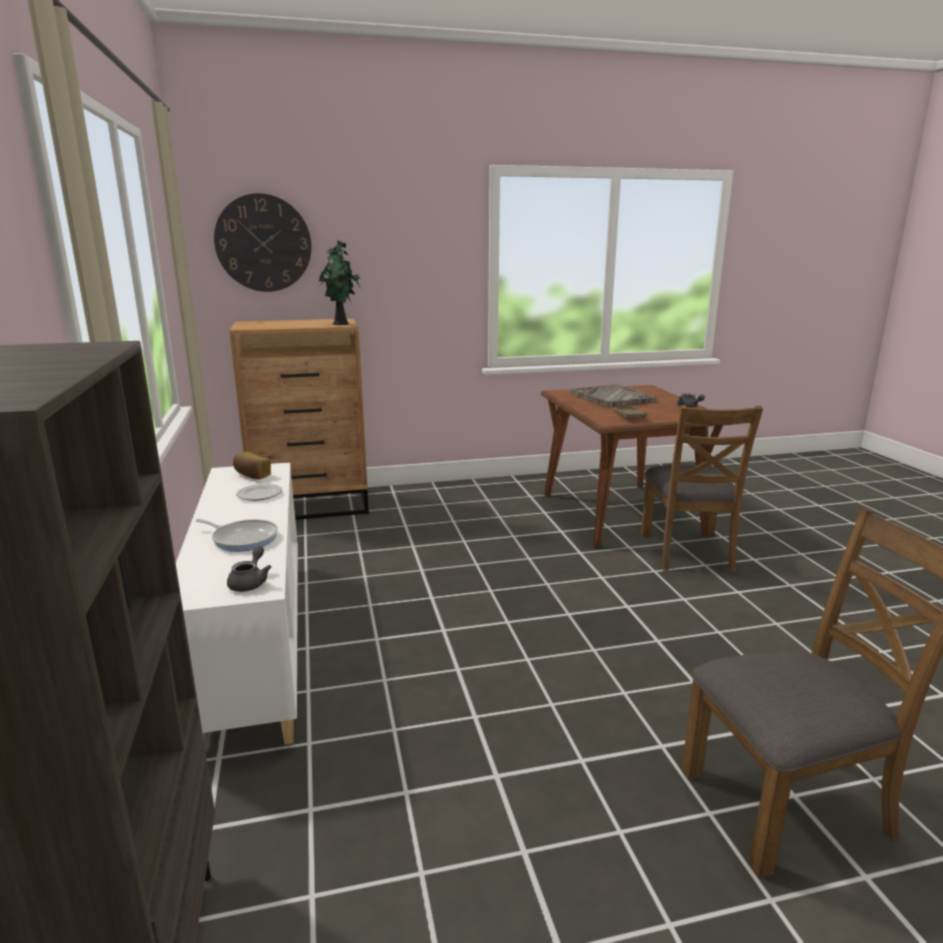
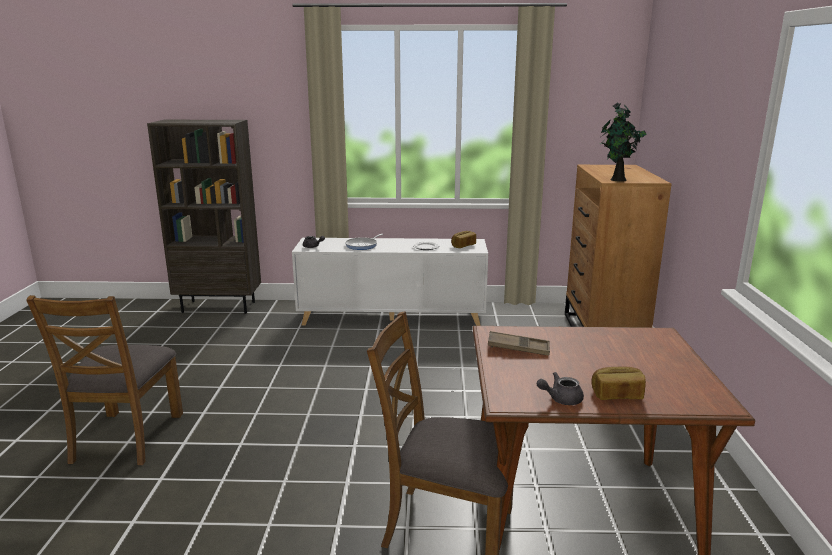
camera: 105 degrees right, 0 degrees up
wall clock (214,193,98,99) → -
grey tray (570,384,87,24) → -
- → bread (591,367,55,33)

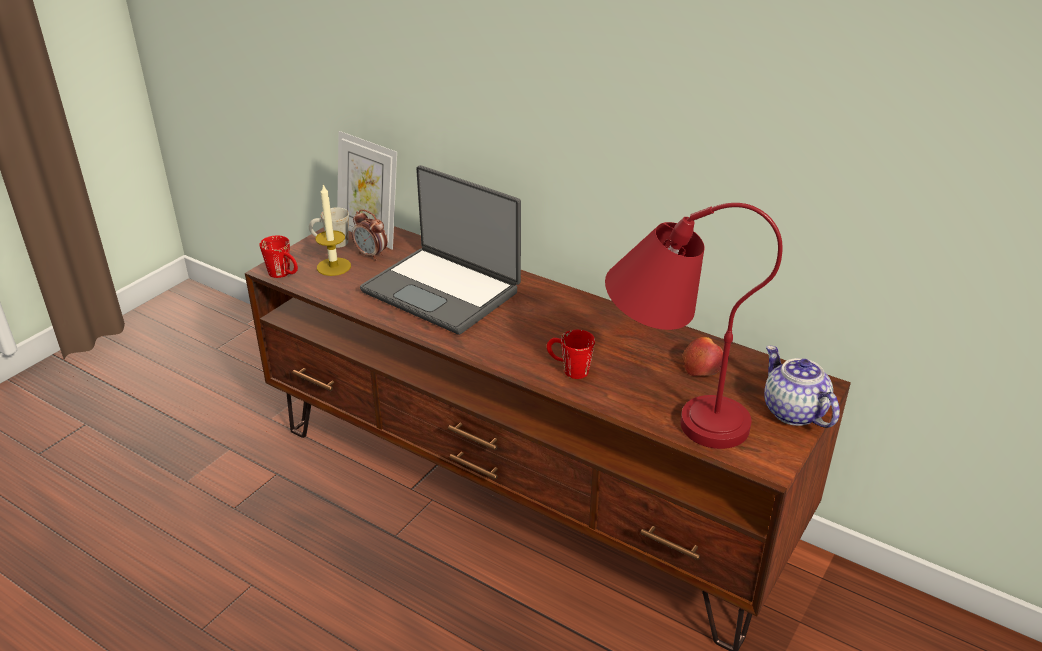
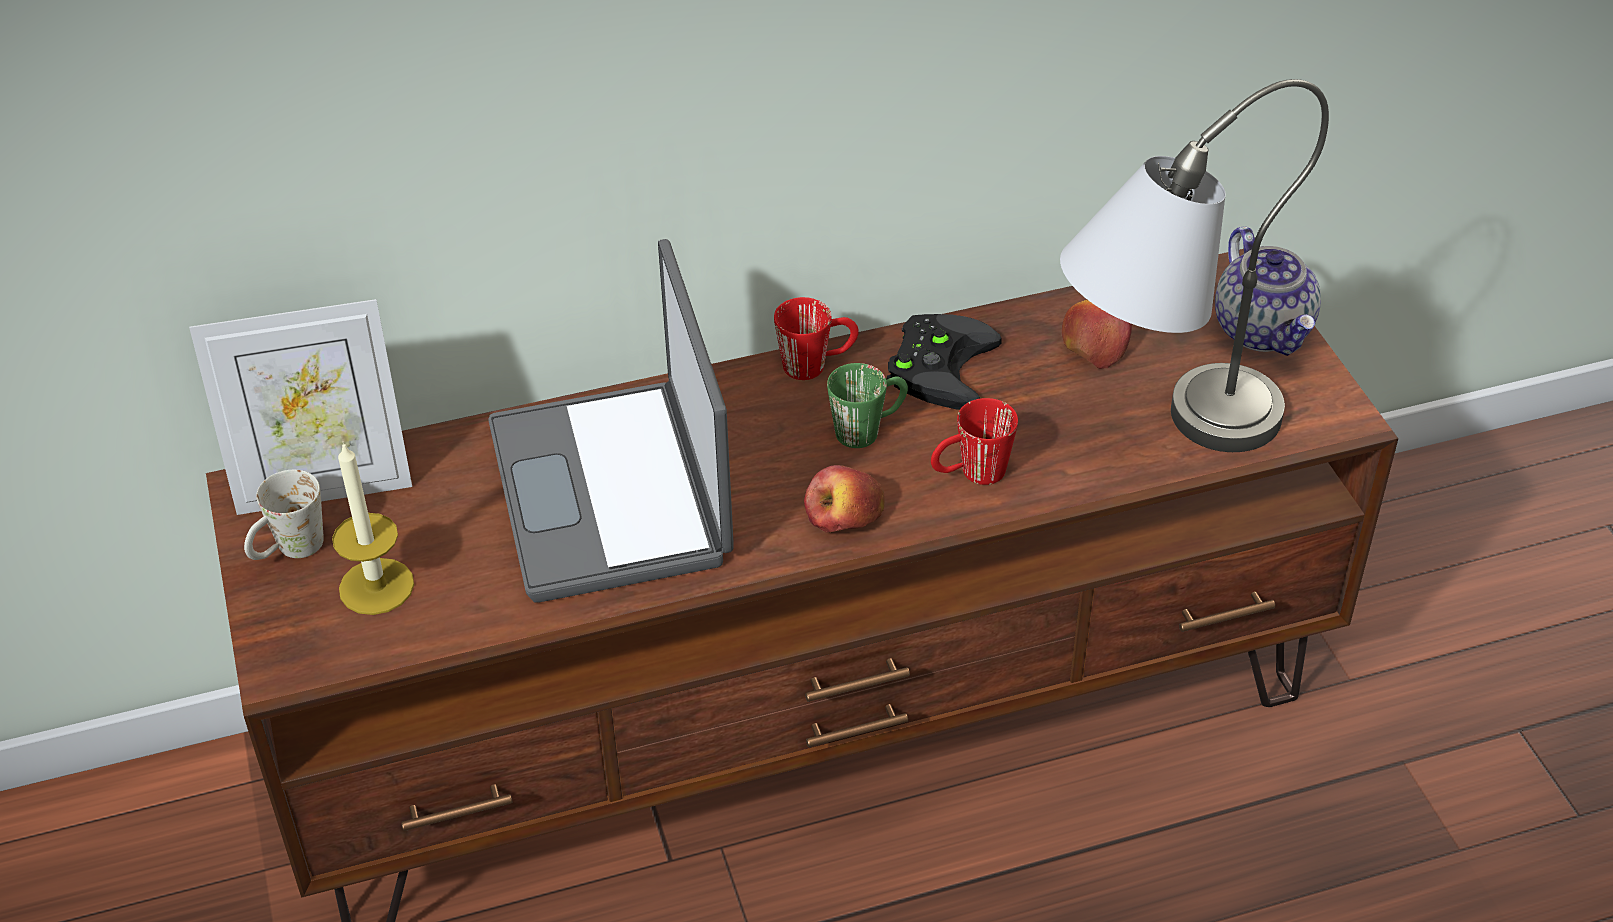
camera: 50 degrees left, 10 degrees up
laptop (360,165,161,170) → laptop (488,239,246,364), 90 degrees clockwise
red table lamp (605,203,178,246) → grey table lamp (1060,79,269,373)
alarm clock (352,209,35,51) → -
red mug (259,236,39,42) → red mug (774,297,85,83), move
teapot (764,345,76,83) → teapot (1215,226,106,130), 120 degrees counterclockwise
- → black game controller (886,314,115,96)
- → green mug (827,363,81,85)
- → apple (804,465,80,68)

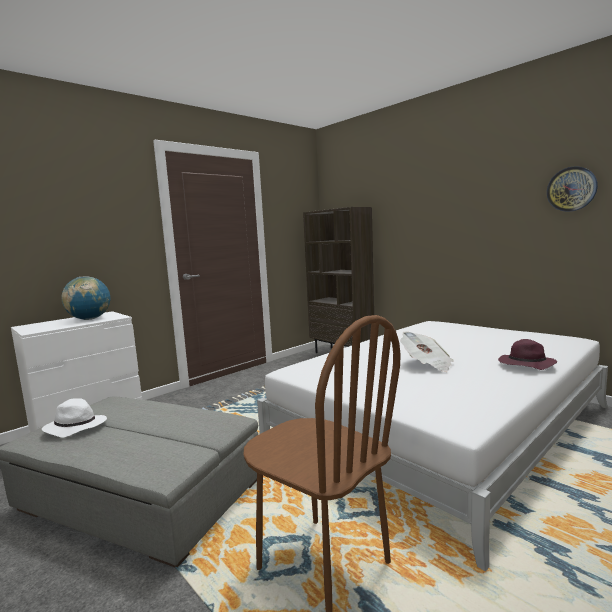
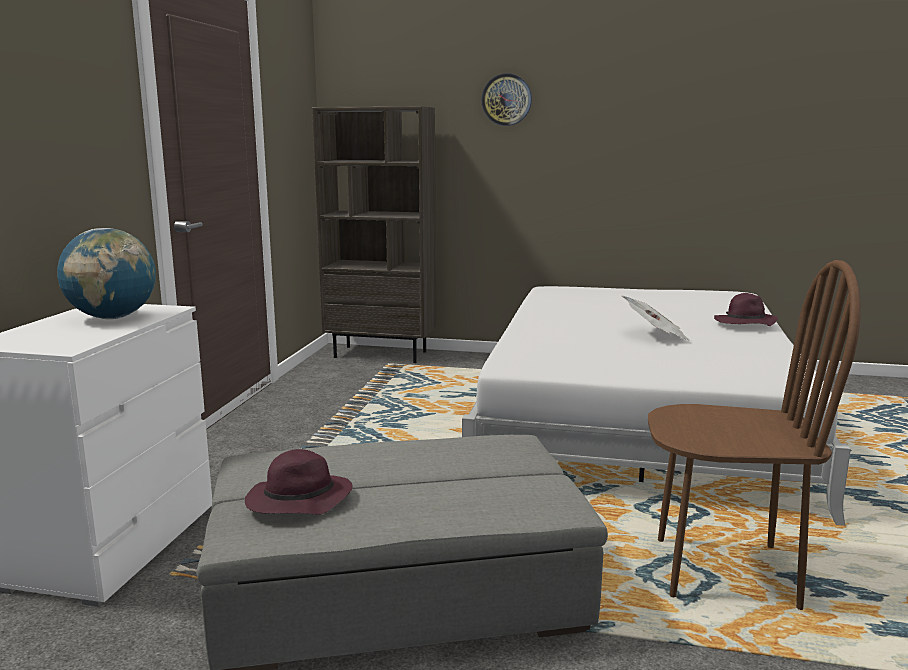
camera: 35 degrees left, 5 degrees up
wall clock (547,166,51,46) → wall clock (482,73,50,53), move
white hat (42,398,65,39) → purple hat (245,449,107,66)

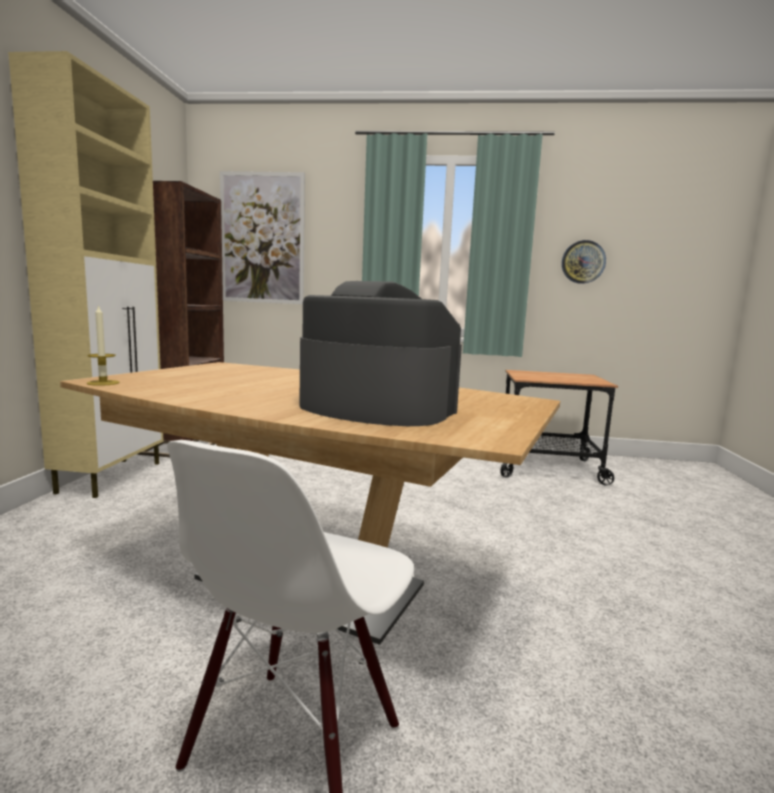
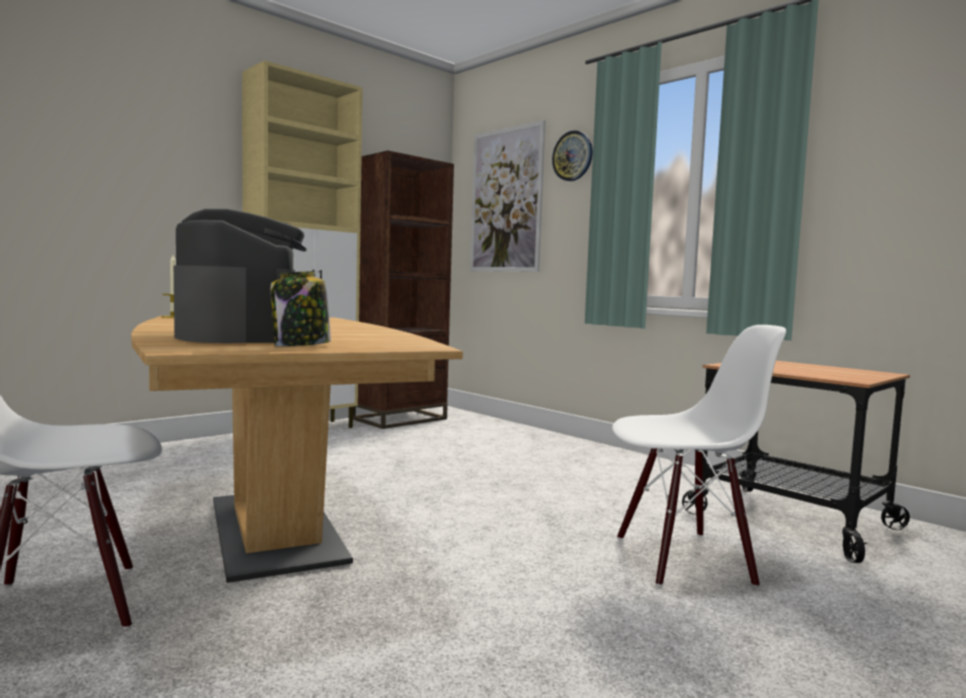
camera: 40 degrees right, 5 degrees down
wall clock (562,240,44,44) → wall clock (552,130,41,51), move
- → jar (270,272,61,75)
- → white chair (612,325,174,263)

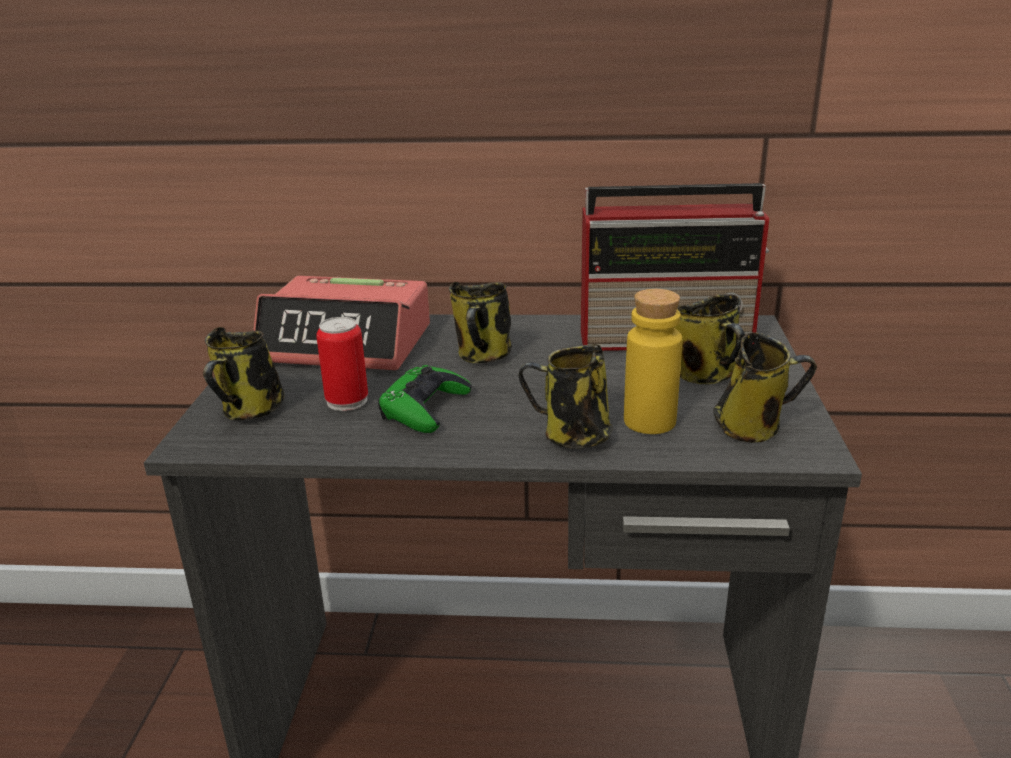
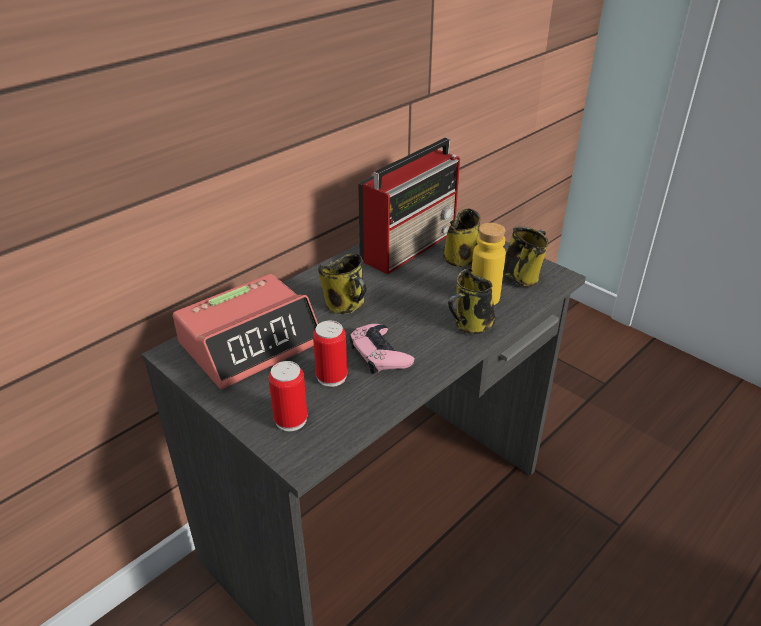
camera: 50 degrees left, 10 degrees up
mug (203,327,81,93) → can (268,361,39,70)
green game controller (378,365,94,68) → pink game controller (349,324,65,50)

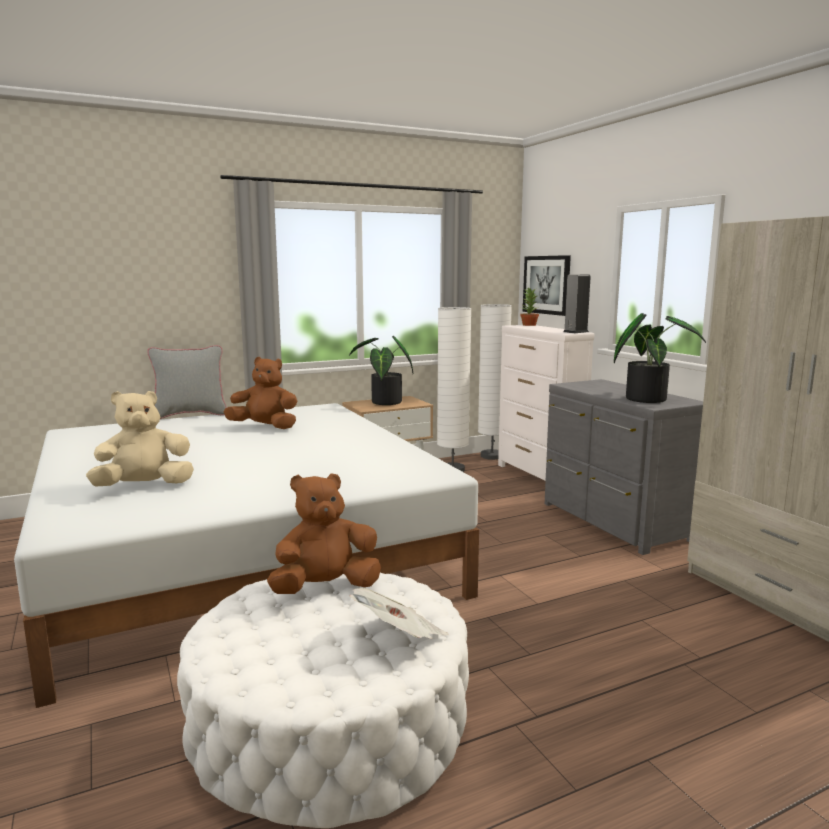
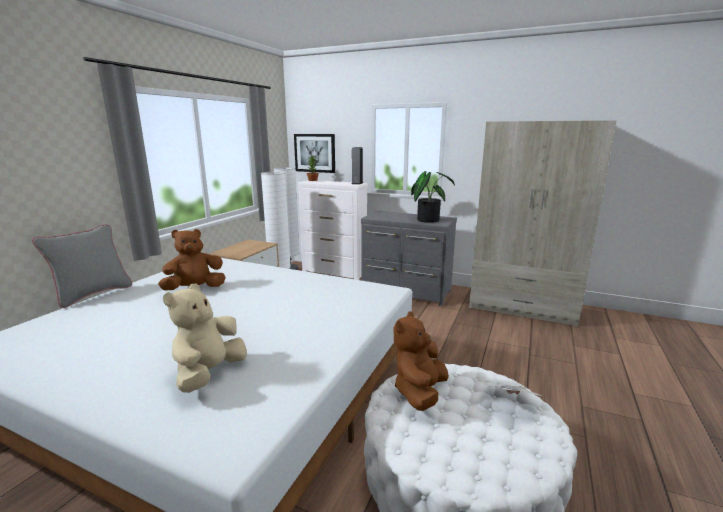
camera: 40 degrees left, 5 degrees up
potted plant (349,336,64,69) → -

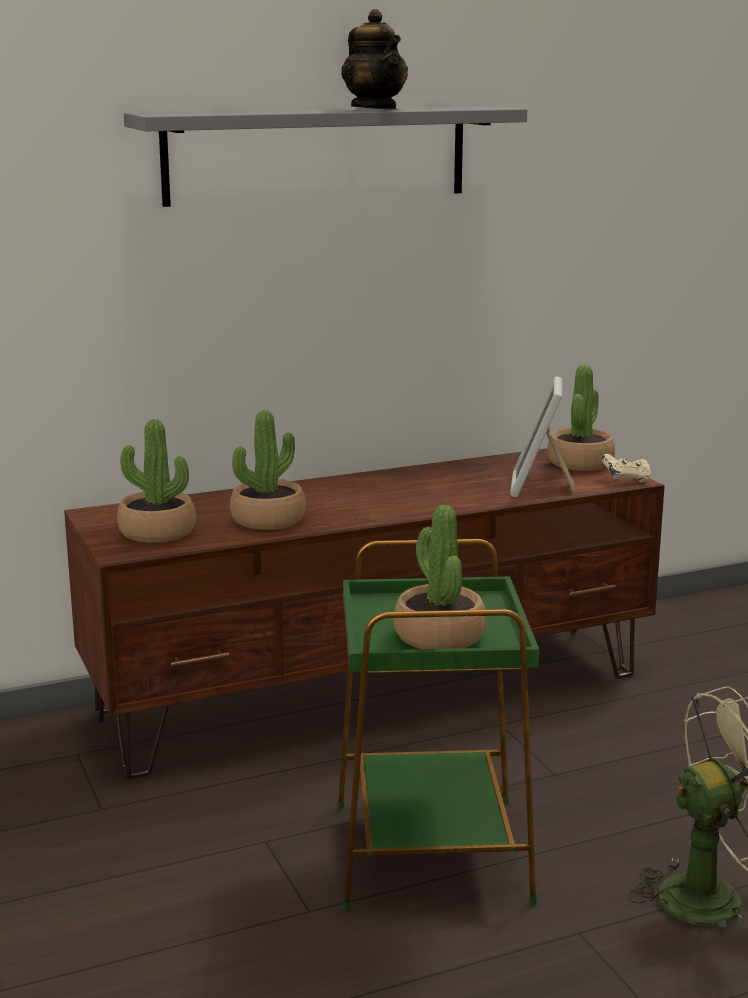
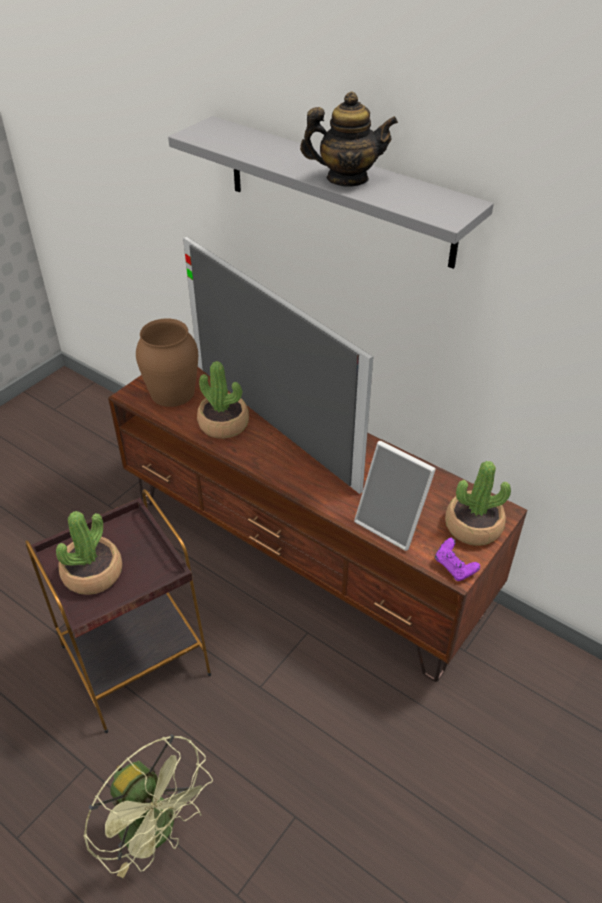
camera: 60 degrees right, 25 degrees up
teapot (341,9,67,101) → teapot (300,92,98,95), 120 degrees counterclockwise
picture frame (510,376,64,121) → picture frame (354,441,82,110), 120 degrees counterclockwise
potted plant (117,419,79,124) → brown vase (136,318,62,89)
beige game controller (602,454,48,29) → purple game controller (435,538,45,43)
green side table (338,539,201,372) → brown side table (25,489,186,244)
- → television (183,237,190,257)

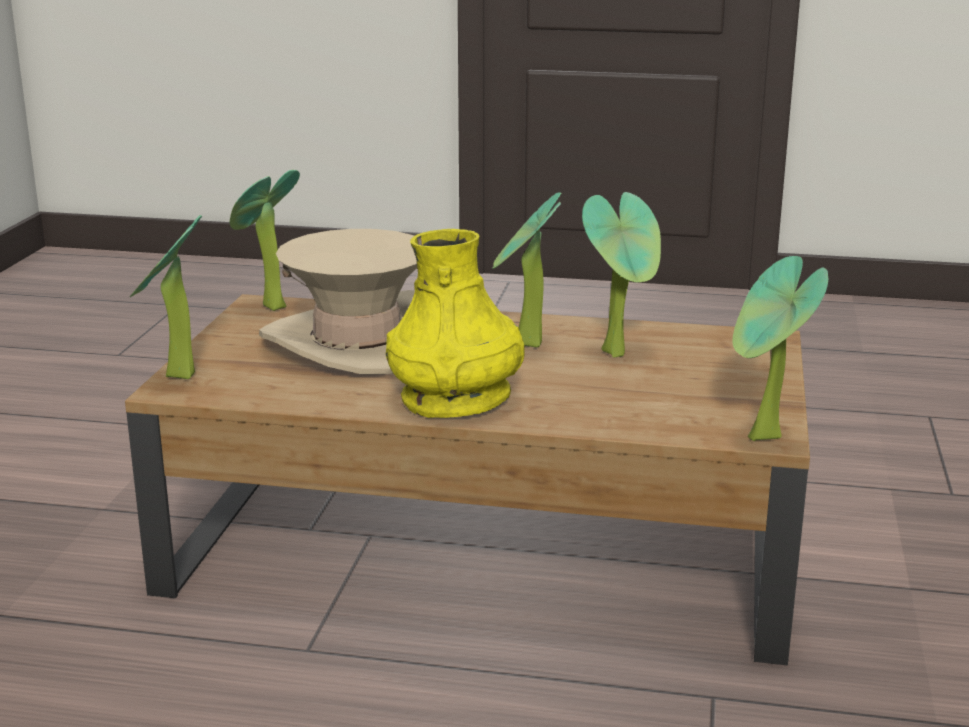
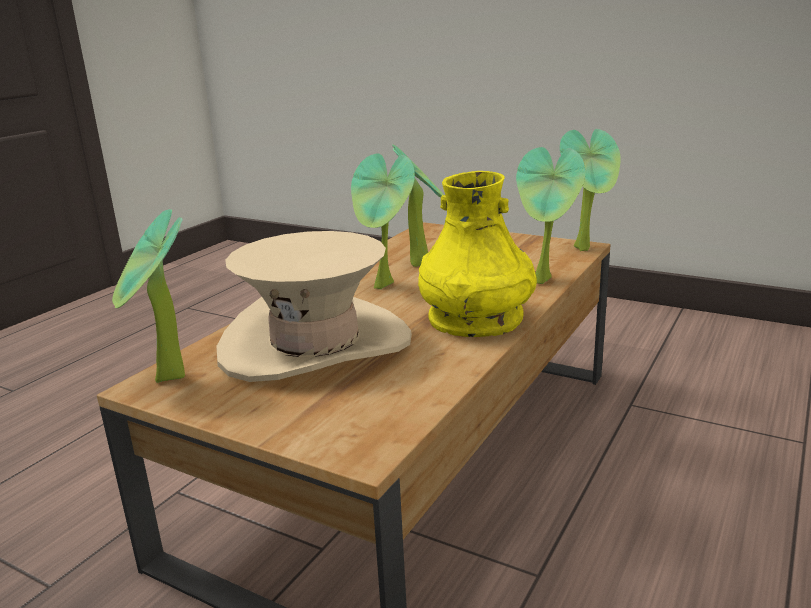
camera: 70 degrees left, 0 degrees up
potted plant (130,215,72,164) → potted plant (516,147,69,137), move

